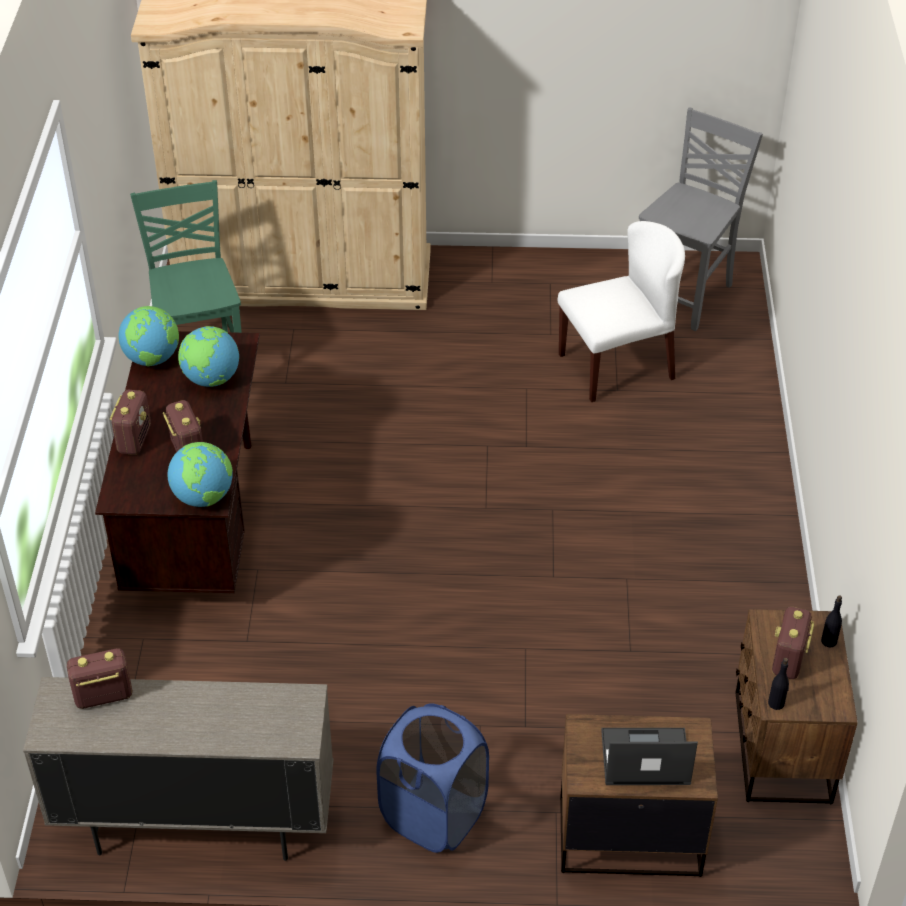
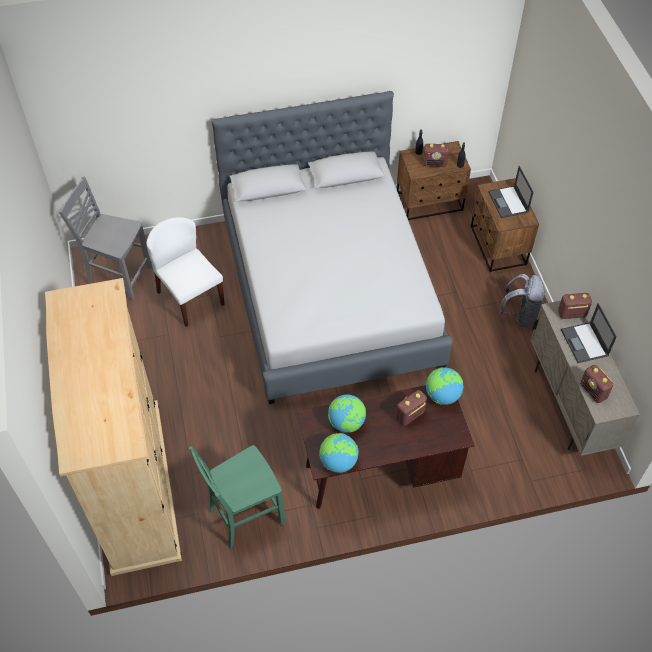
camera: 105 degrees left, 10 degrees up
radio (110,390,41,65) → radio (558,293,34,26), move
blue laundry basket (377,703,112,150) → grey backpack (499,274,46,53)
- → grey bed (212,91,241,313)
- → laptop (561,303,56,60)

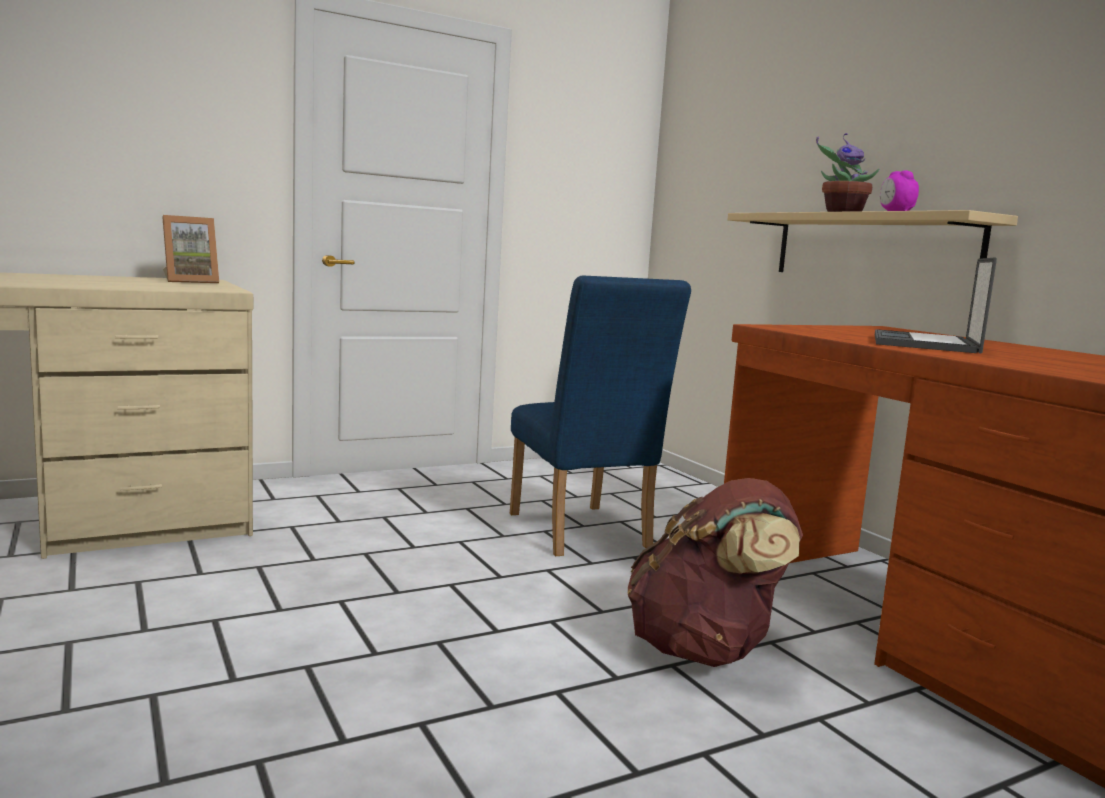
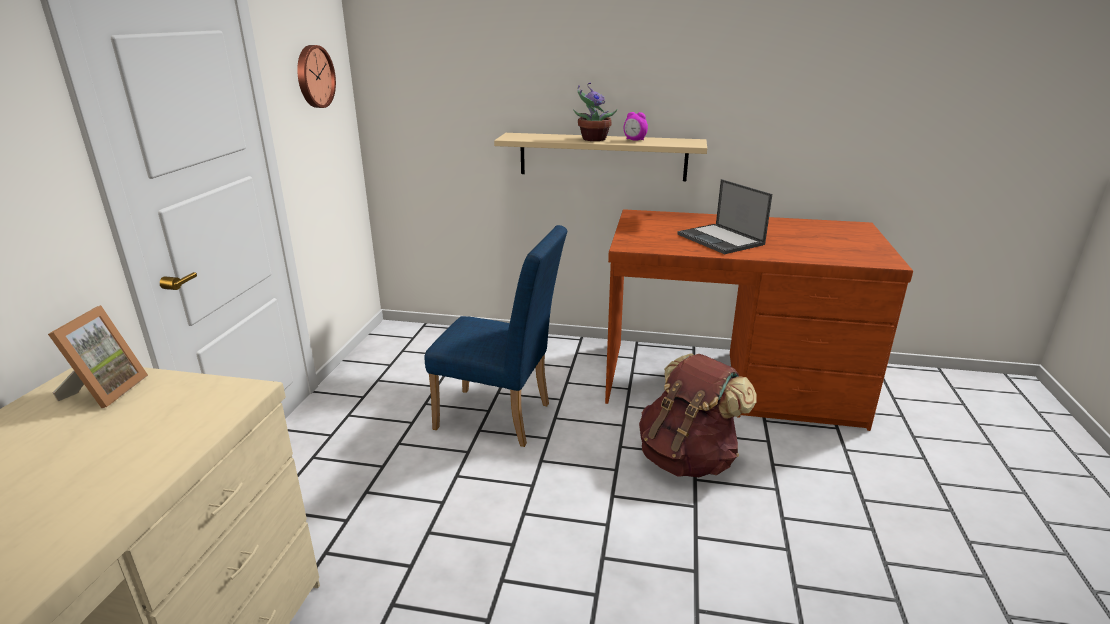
camera: 50 degrees left, 15 degrees up
- → wall clock (297,45,39,63)

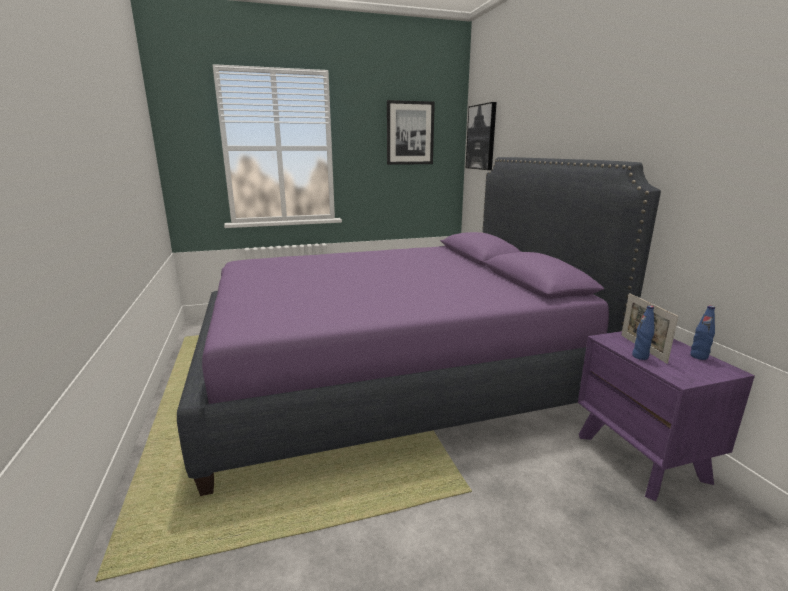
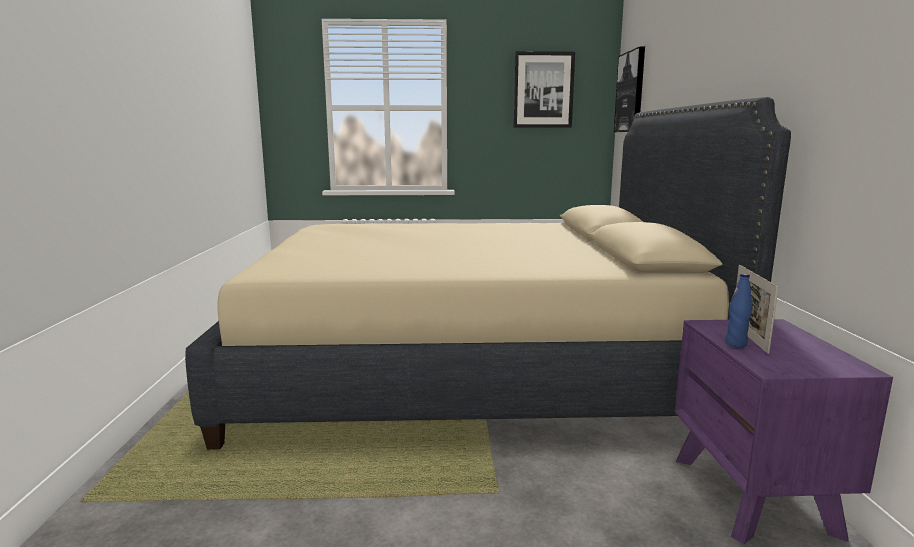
camera: 15 degrees right, 5 degrees down
purple bed (177,157,484,339) → beige bed (185,97,606,353)
blue bottle (690,305,25,55) → -

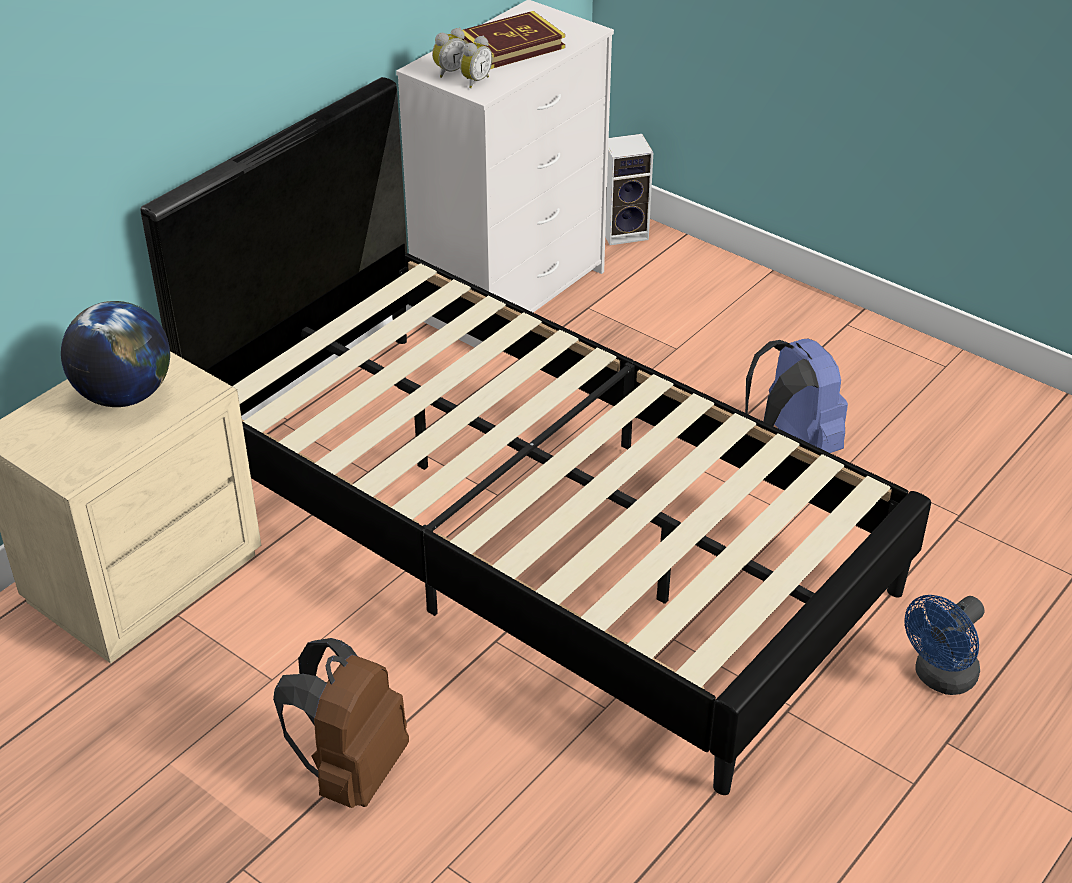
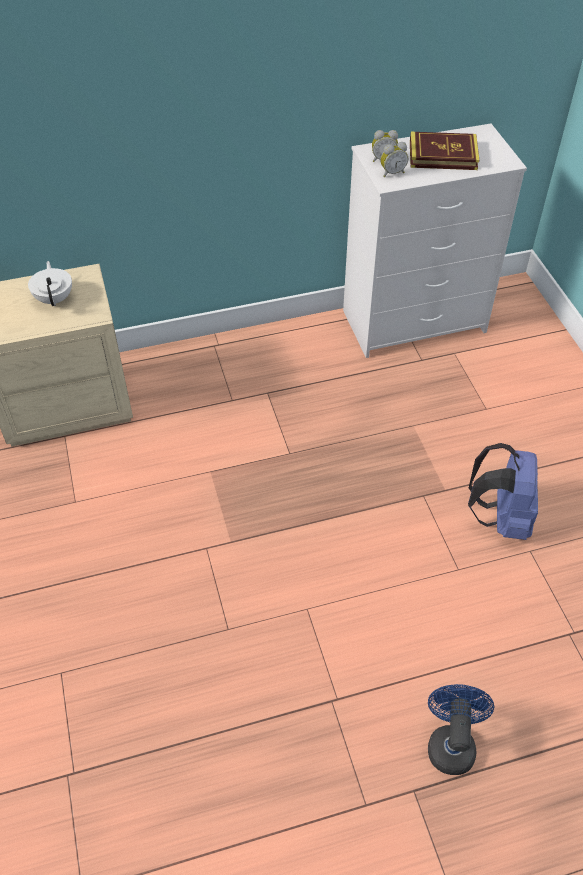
camera: 35 degrees right, 10 degrees up
black bed (141,77,790,718) → -
speaker (605,134,48,111) → -
globe (61,301,109,106) → white teapot (28,261,44,45)
blue fan (904,595,81,100) → blue fan (428,684,66,91), 105 degrees clockwise
brown backpack (273,638,136,170) → -

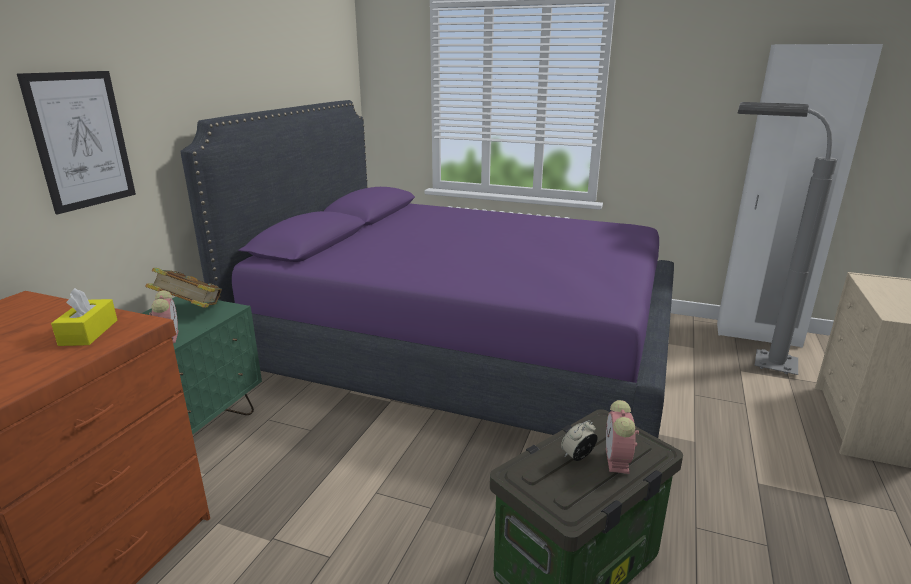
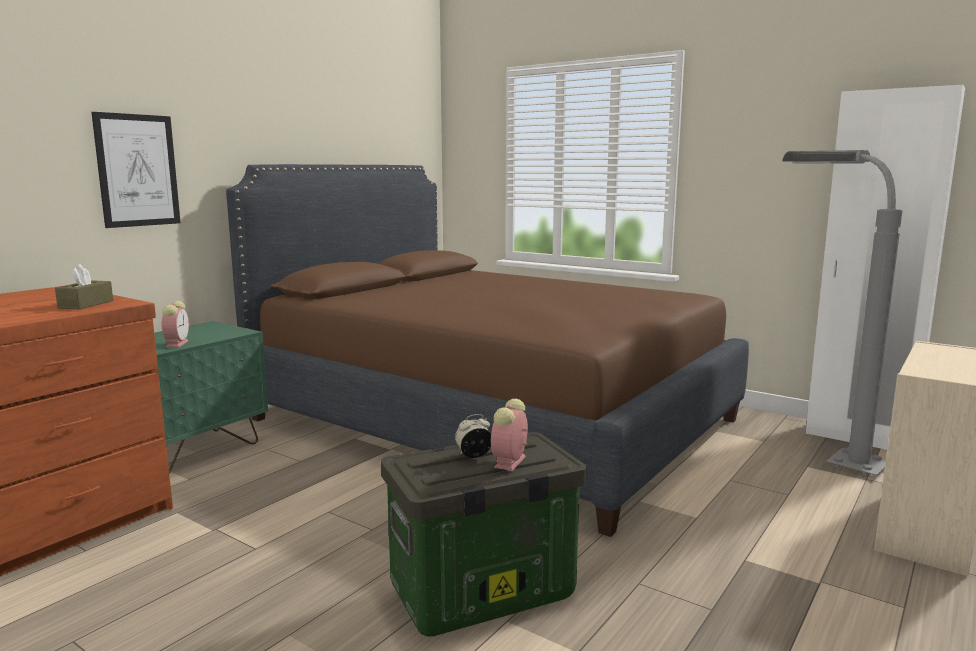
camera: 15 degrees right, 10 degrees down
purple bed (181,100,493,338) → brown bed (226,164,523,373)
book (145,268,77,40) → -
yellow tissue box (51,288,66,58) → brown tissue box (55,264,58,45)

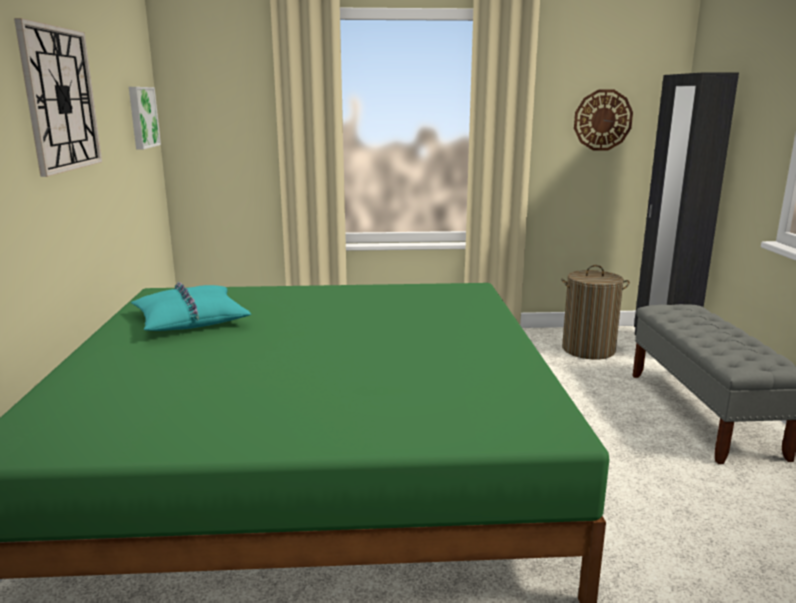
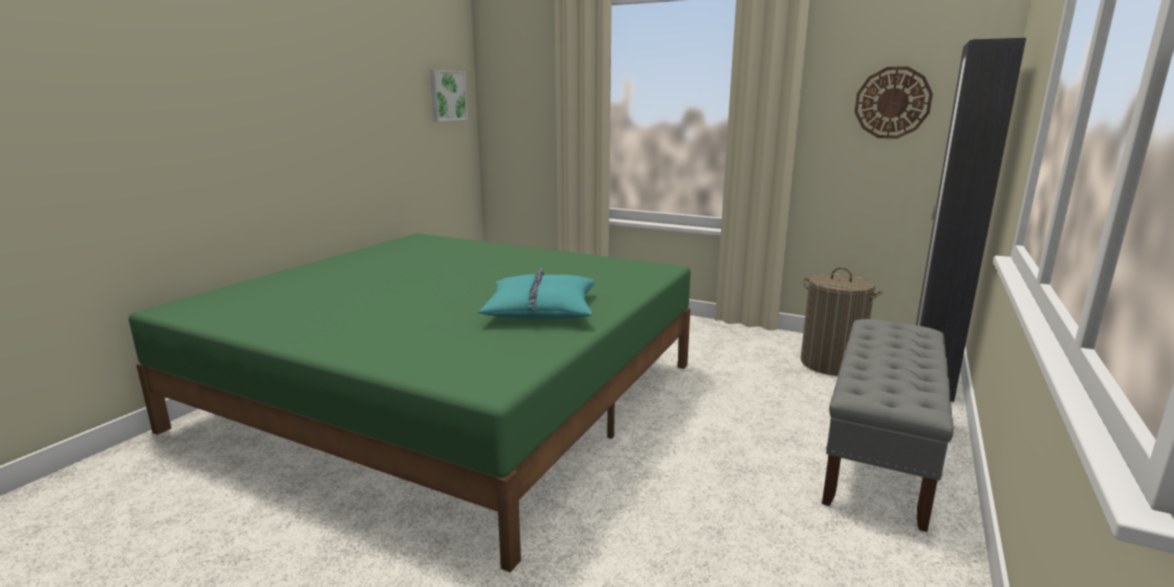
camera: 30 degrees right, 0 degrees up
wall clock (14,18,88,159) → -
turquoise pillow (131,282,120,49) → turquoise pillow (478,267,117,52), move

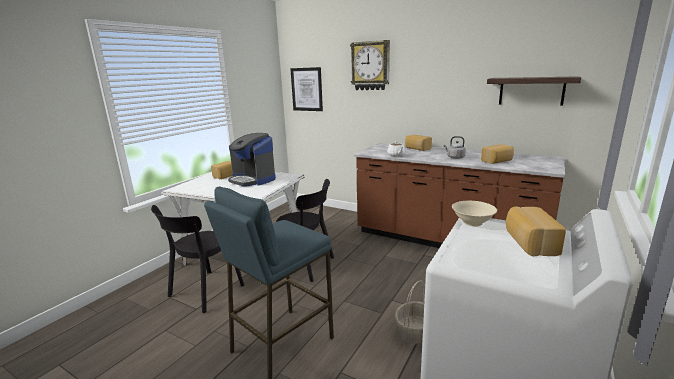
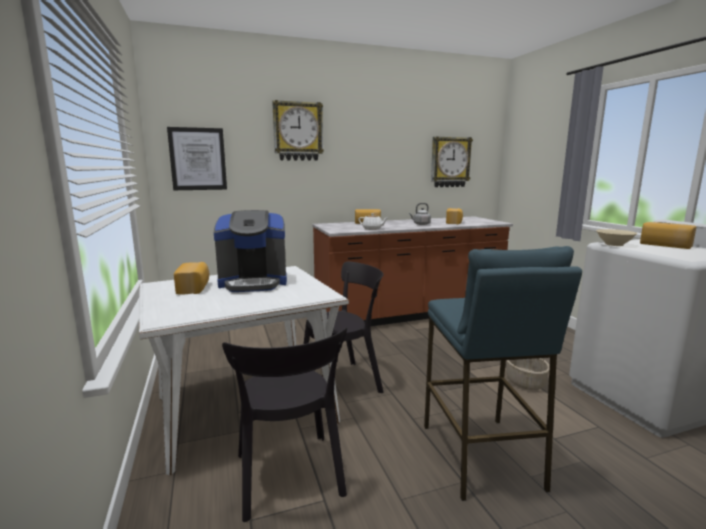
camera: 50 degrees left, 5 degrees down
shelf (487,76,94,30) → wall clock (431,136,42,51)

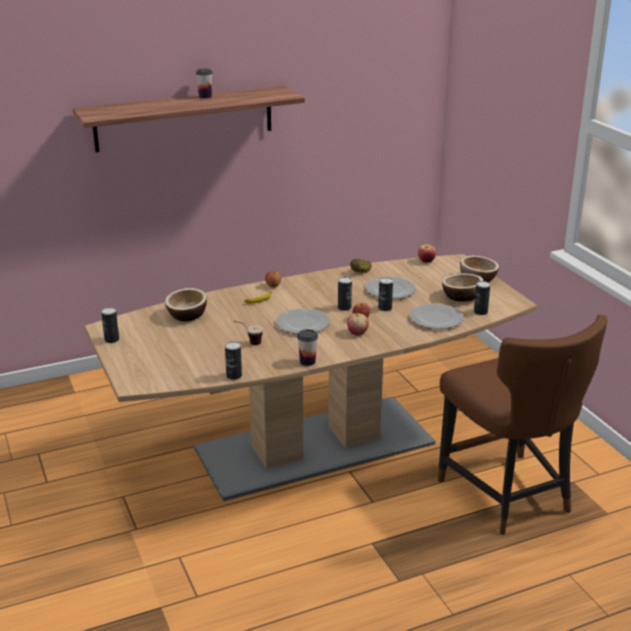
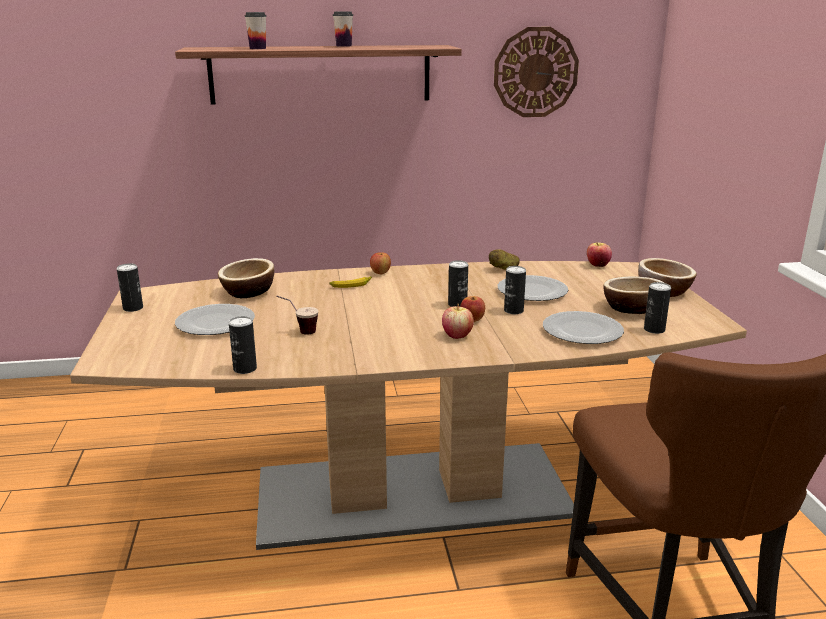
camera: 15 degrees right, 5 degrees down
plate (276,308,54,26) → plate (175,304,80,31), move
cup (297,329,21,37) → cup (245,12,22,37), move
- → wall clock (494,27,85,90)

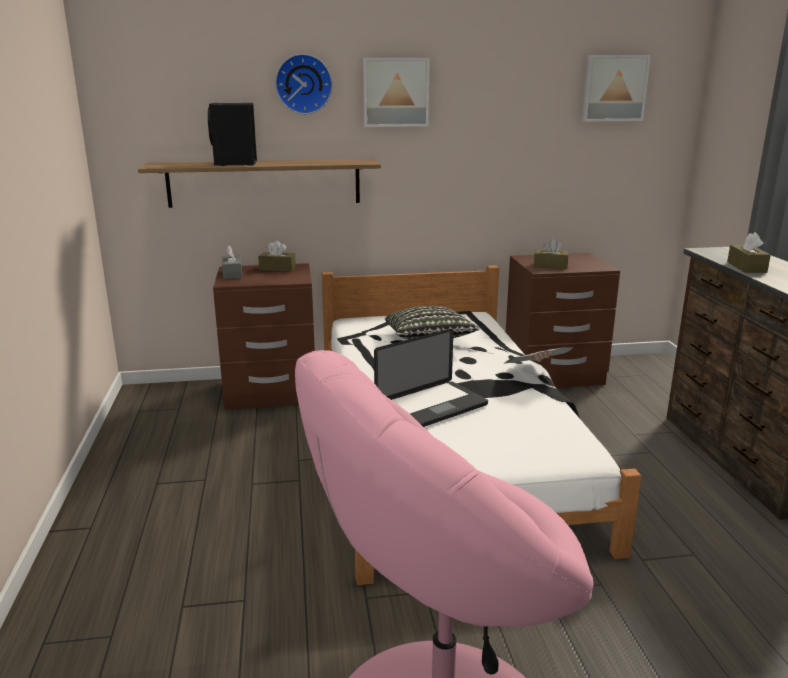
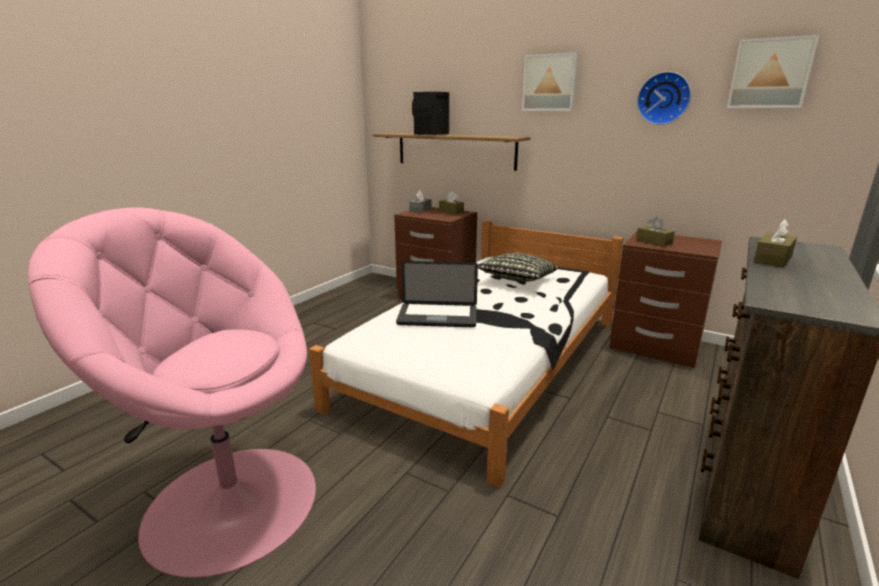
camera: 40 degrees right, 0 degrees up
wall clock (275,54,58,60) → wall clock (637,71,54,54), move
newspaper (505,347,68,17) → -

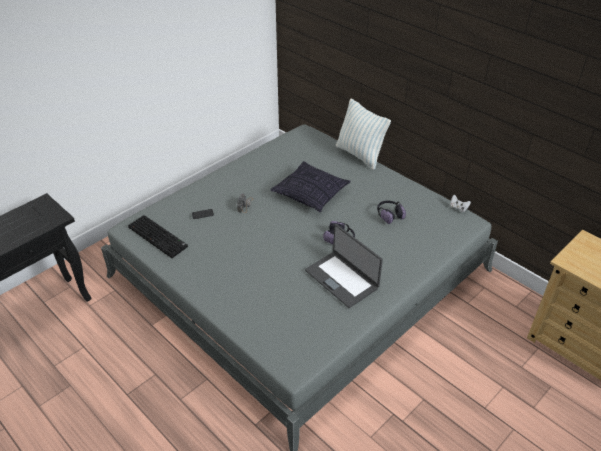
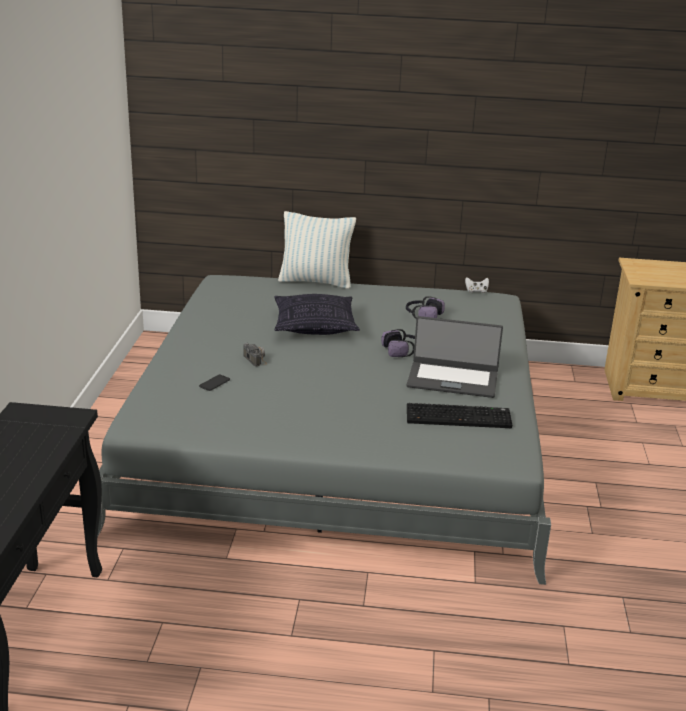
camera: 40 degrees left, 15 degrees down
keyboard (128,215,60,43) → keyboard (407,403,105,25), move

